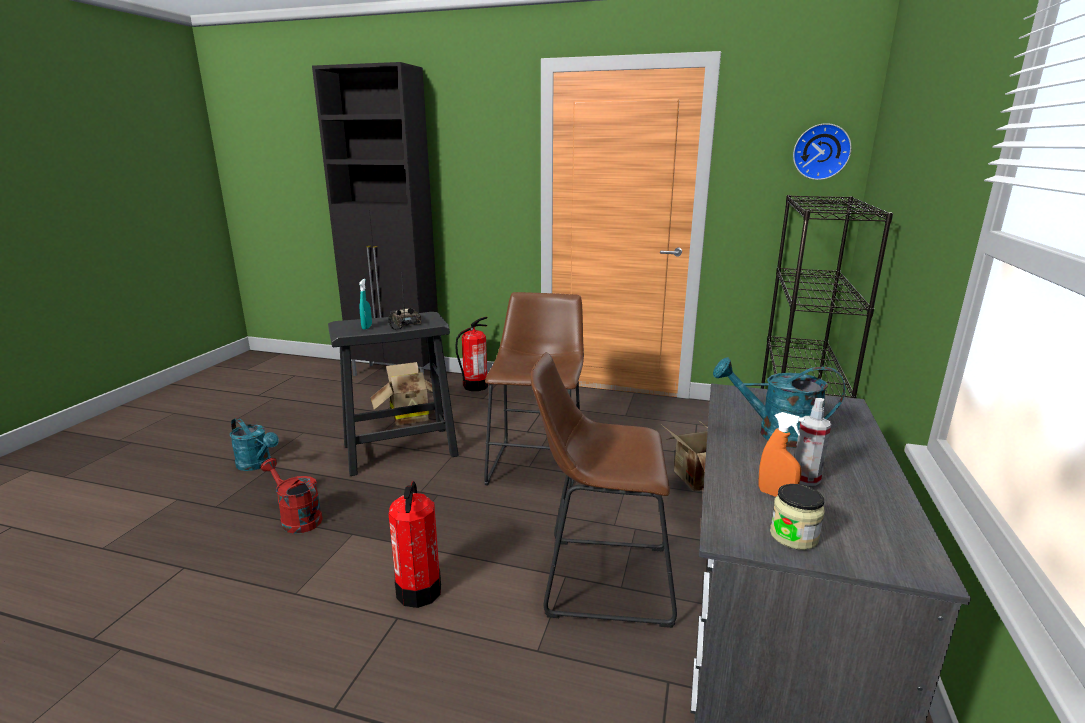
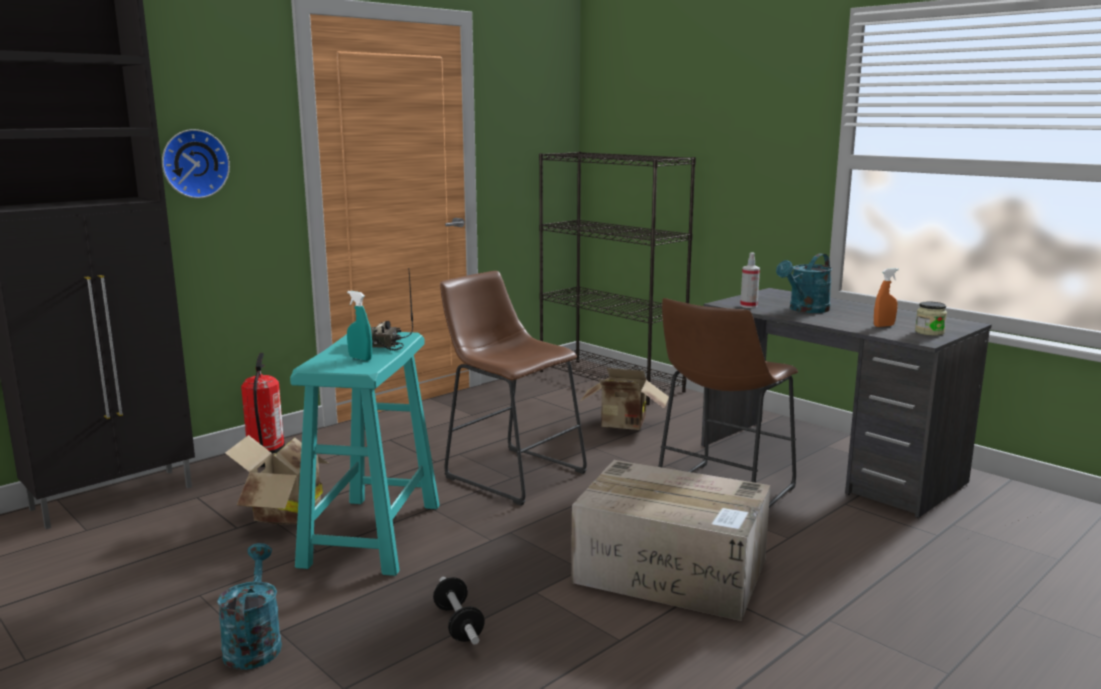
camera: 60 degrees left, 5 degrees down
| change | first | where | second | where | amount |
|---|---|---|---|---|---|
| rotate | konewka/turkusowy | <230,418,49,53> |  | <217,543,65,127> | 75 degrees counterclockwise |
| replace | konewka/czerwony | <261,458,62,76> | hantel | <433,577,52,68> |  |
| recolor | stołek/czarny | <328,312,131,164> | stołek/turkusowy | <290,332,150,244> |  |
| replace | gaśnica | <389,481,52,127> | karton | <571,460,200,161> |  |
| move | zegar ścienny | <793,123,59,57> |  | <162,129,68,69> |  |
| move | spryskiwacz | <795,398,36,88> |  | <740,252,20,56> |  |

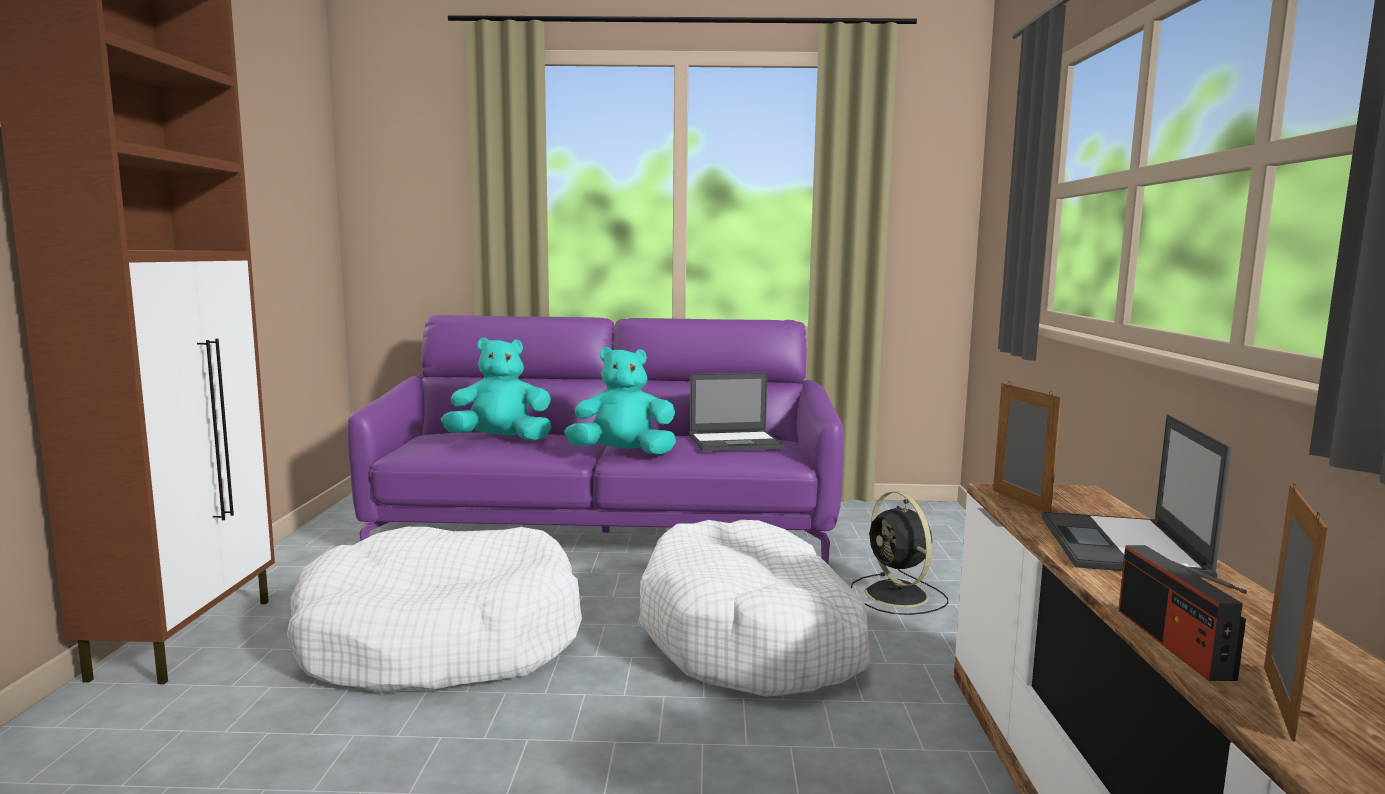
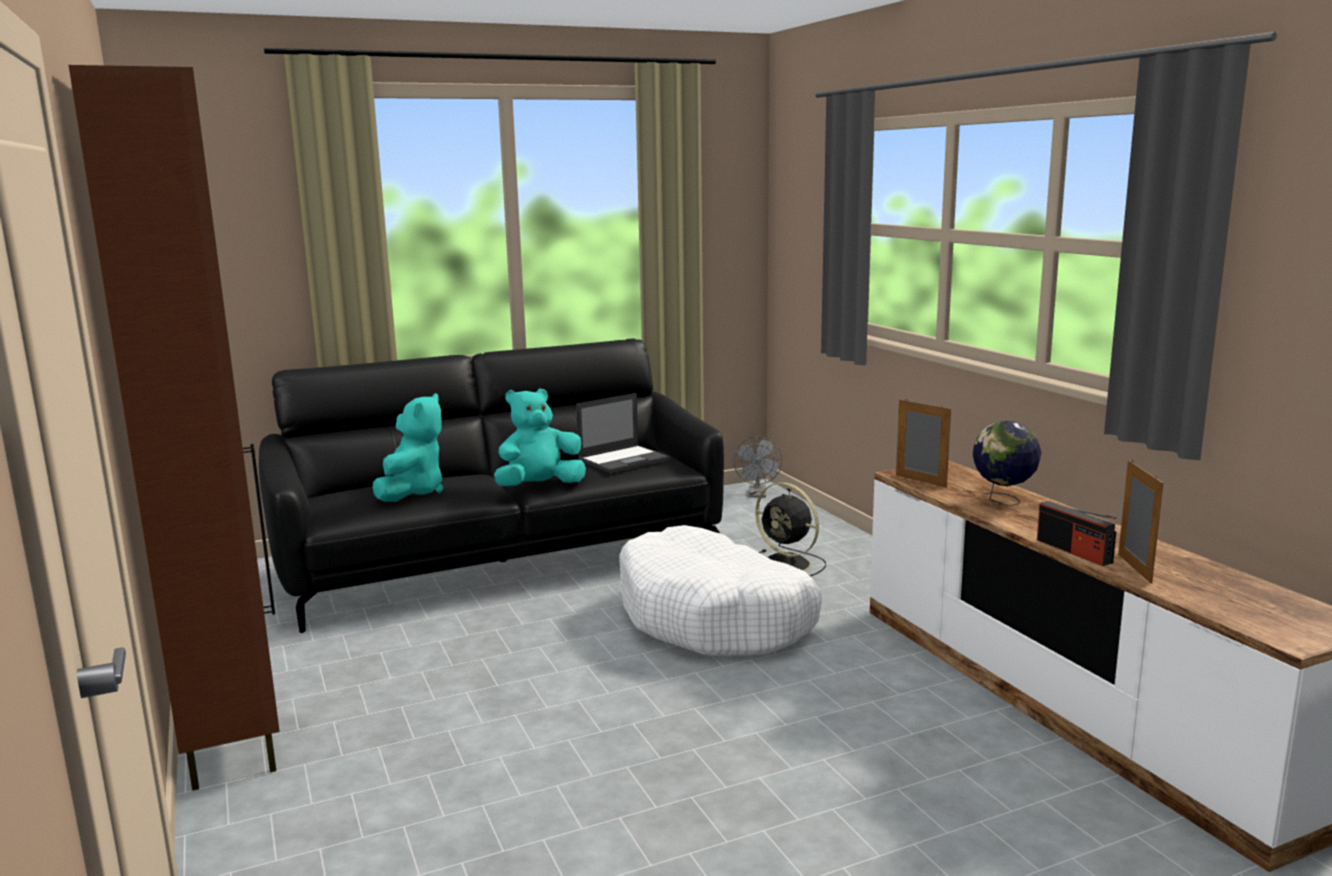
camera: 25 degrees left, 5 degrees up
| change | first | where | second | where | amount |
|---|---|---|---|---|---|
| delete | legowisko/biały | <287,527,295,166> |  |  |  |
| recolor | kanapa/fioletowy | <348,315,496,249> | kanapa/czarny | <259,338,465,295> |  |
| rotate | pluszak/turkusowy | <441,337,111,104> |  | <373,393,71,109> | 135 degrees clockwise |
| replace | laptop | <1042,414,190,164> | globus | <973,421,69,85> |  |
| insert |  |  | wentylator/szary | <733,436,49,61> |  |

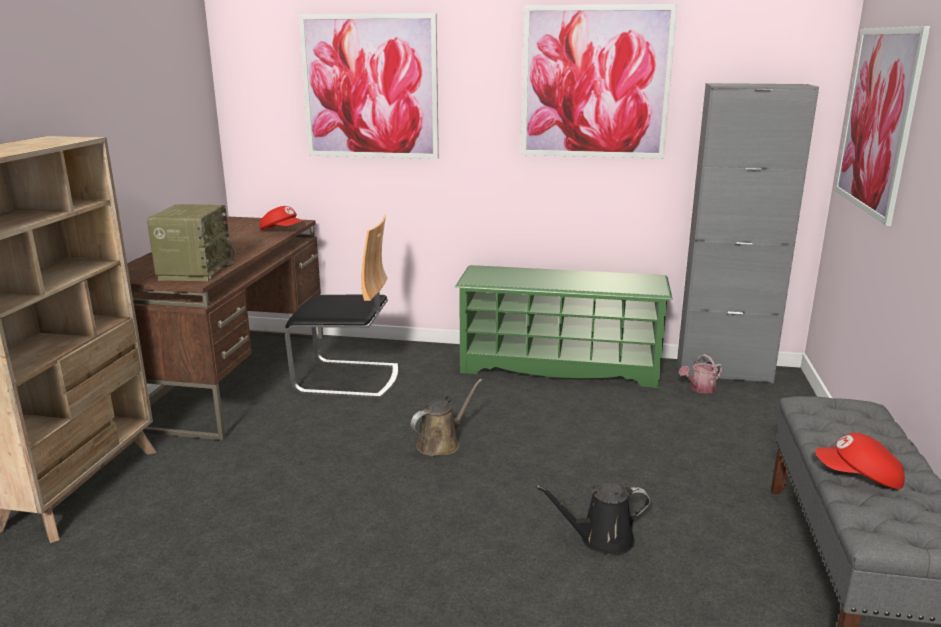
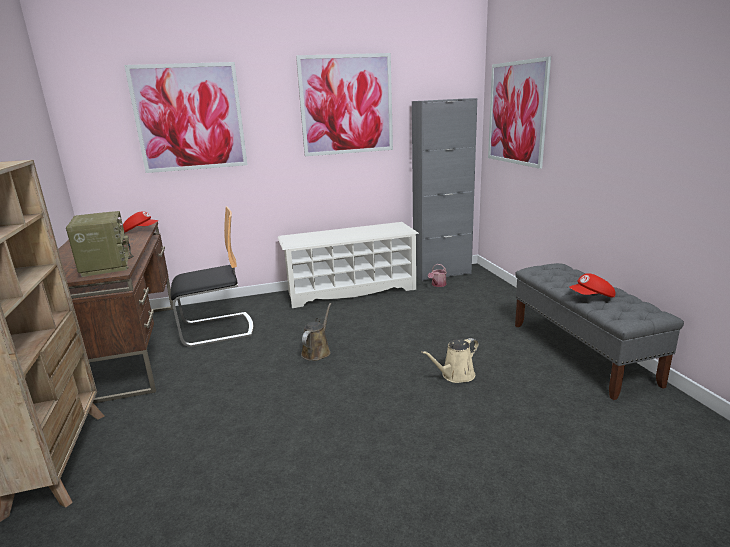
camera: 25 degrees left, 0 degrees up
| change | first | where | second | where | amount |
|---|---|---|---|---|---|
| recolor | regał na buty/zielony | <455,265,218,123> | regał na buty/biały | <277,222,142,86> |  |
| recolor | konewka/czarny | <536,483,114,72> | konewka/beżowy | <422,338,57,45> |  |

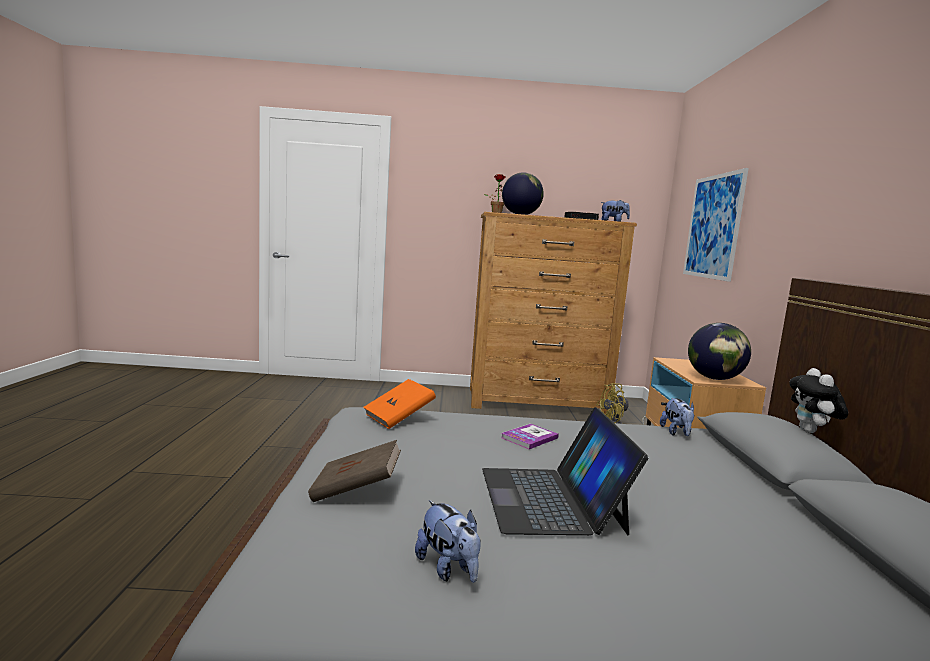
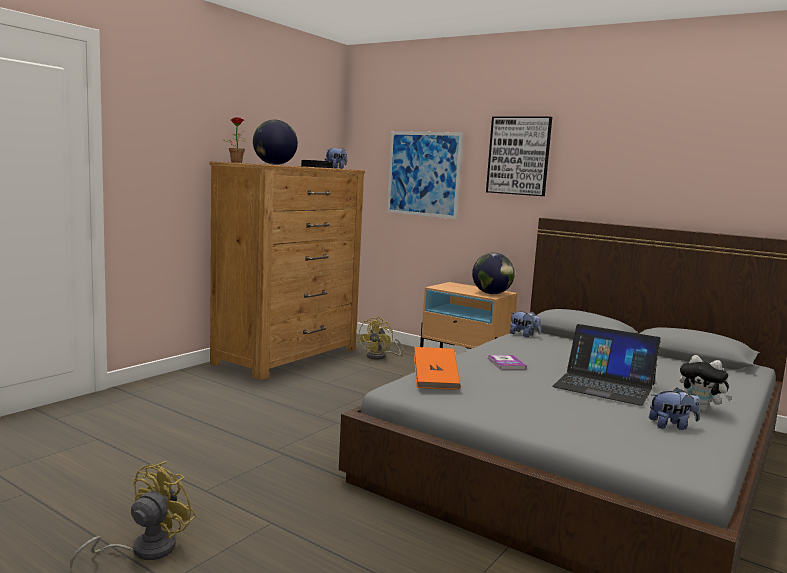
camera: 55 degrees left, 0 degrees up
| change | first | where | second | where | amount |
|---|---|---|---|---|---|
| delete | książka/brązowy | <308,440,93,62> |  |  |  |
| move | pluszak | <789,368,59,65> |  | <679,355,54,57> |  |
| insert |  |  | wentylator/żółty | <70,461,126,109> |  |
| insert |  |  | obraz | <486,117,66,79> |  |

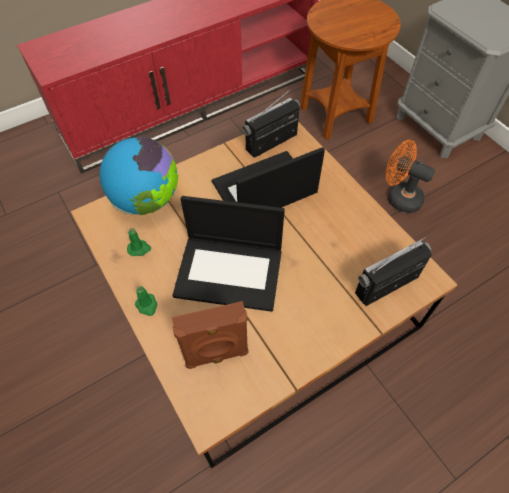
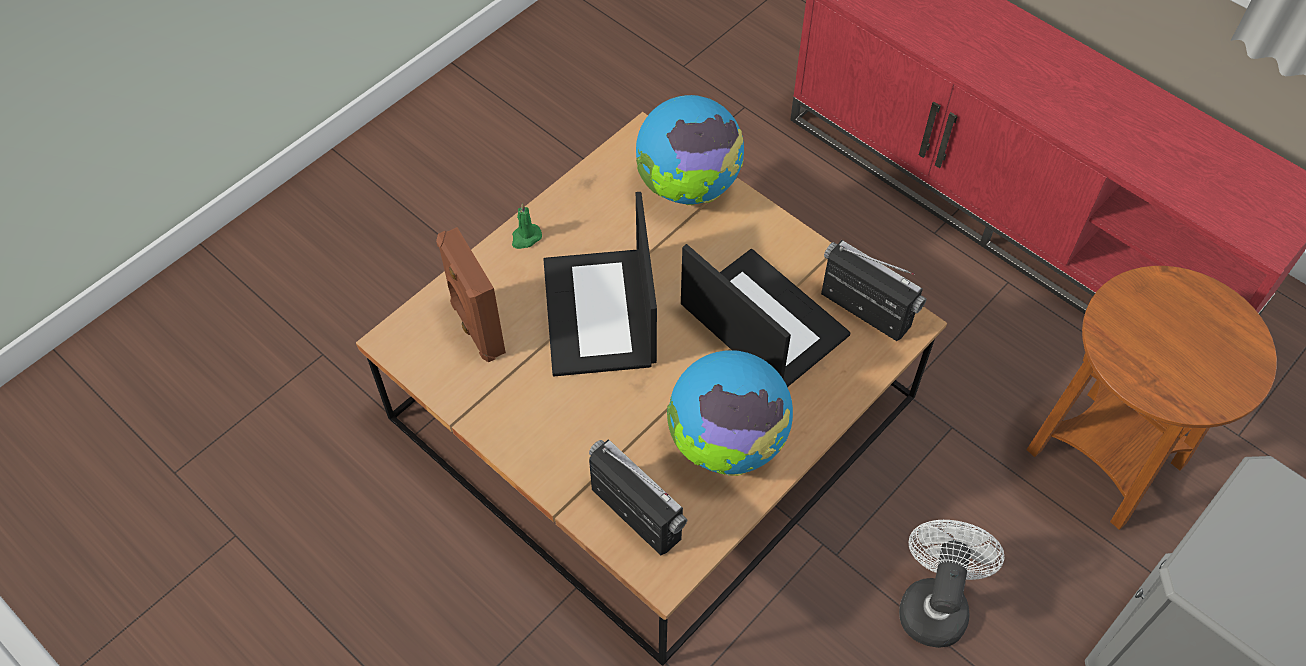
camera: 75 degrees right, 0 degrees up
| change | first | where | second | where | amount |
|---|---|---|---|---|---|
| delete | świeca/zielony | <127,227,24,29> |  |  |  |
| recolor | wentylator/pomarańczowy | <386,140,49,73> | wentylator/biały | <899,520,105,128> |  |
| insert |  |  | globus | <667,350,126,126> |  |

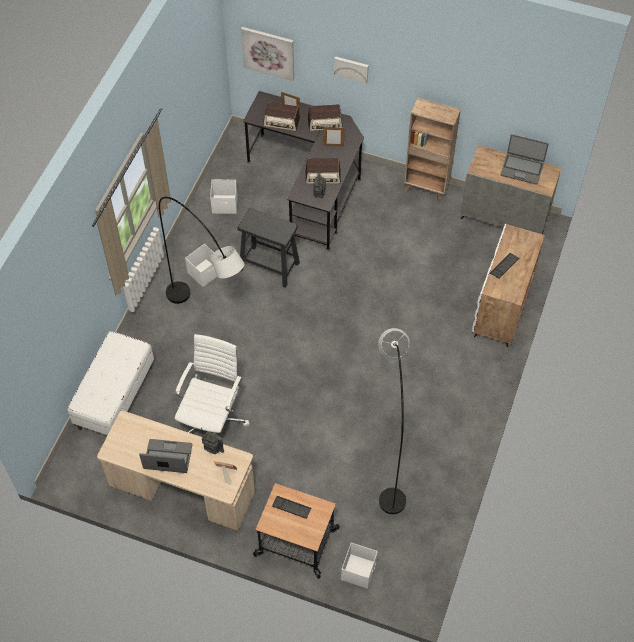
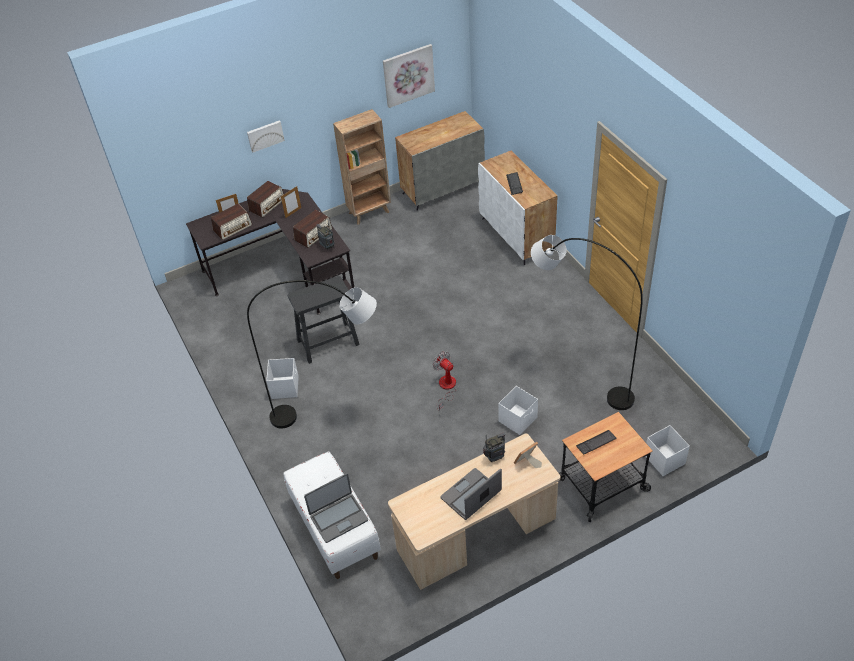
camera: 45 degrees left, 10 degrees down
| change | first | where | second | where | amount |
|---|---|---|---|---|---|
| delete | krzesło biurowe/biały | <175,334,75,100> |  |  |  |
| move | pojemnik do przechowywania/biały | <210,180,27,34> |  | <498,386,40,49> |  |
| move | obraz | <241,27,53,54> |  | <383,44,52,64> |  |
| move | laptop | <500,134,49,51> |  | <304,473,64,70> |  |
| insert |  |  | wentylator | <433,351,23,60> |  |

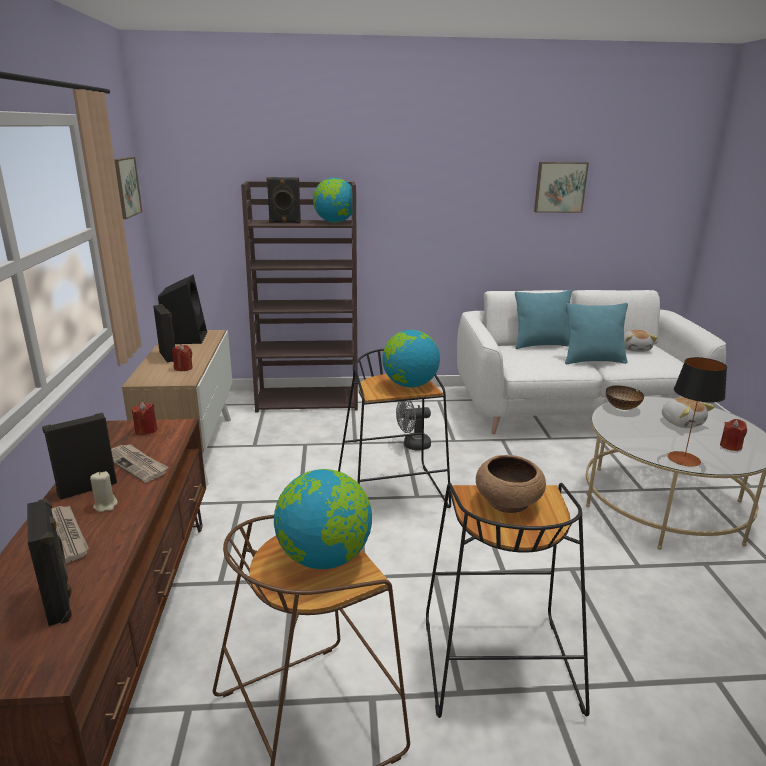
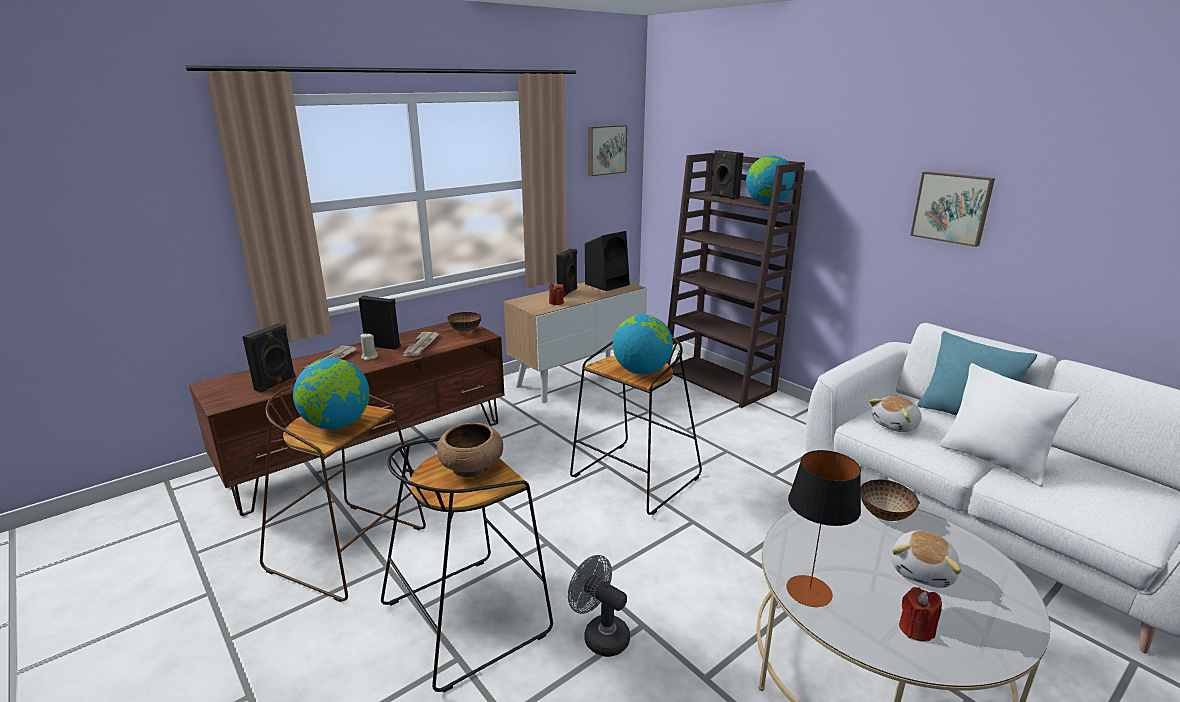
camera: 55 degrees right, 0 degrees up
| change | first | where | second | where | amount |
|---|---|---|---|---|---|
| replace | świeca/czerwony | <132,402,25,33> | miska | <447,312,34,20> |  |
| move | wentylator/szary | <396,400,35,51> |  | <568,555,62,102> |  |
| move | obraz | <534,162,55,51> |  | <910,171,85,76> |  |
| recolor | poduszka/turkusowy | <565,303,63,61> | poduszka/biały | <940,363,139,124> |  |
| move | pluszak | <624,330,33,22> |  | <869,396,53,36> |  |

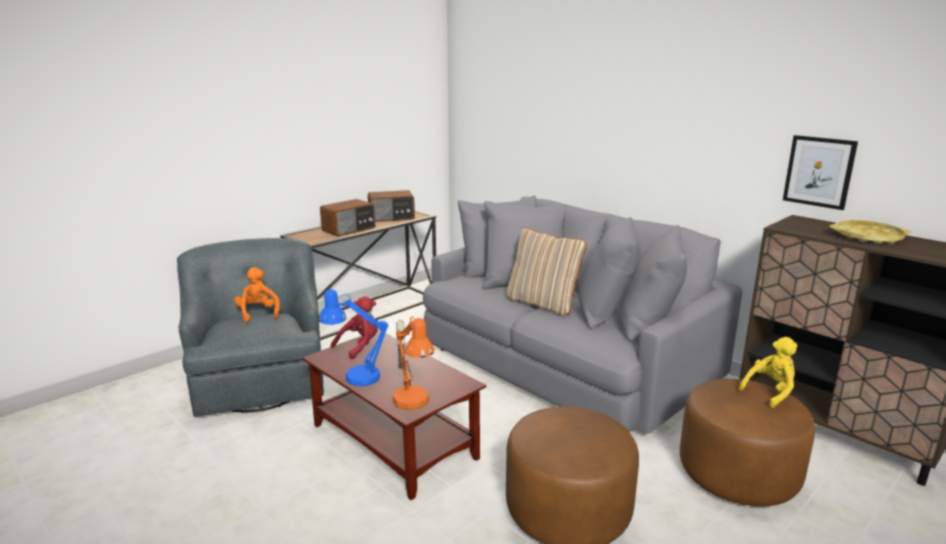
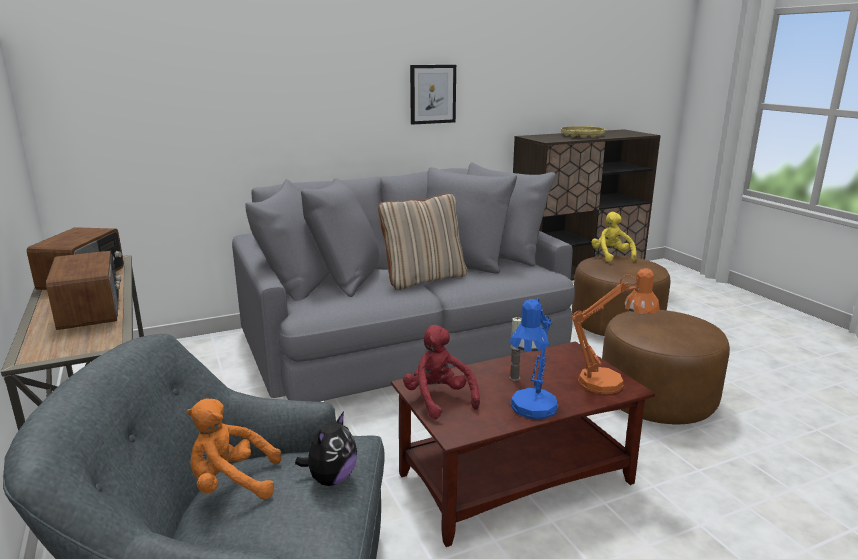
camera: 70 degrees left, 0 degrees up
| change | first | where | second | where | amount |
|---|---|---|---|---|---|
| move | obraz | <783,135,75,75> |  | <410,65,46,60> |  |
| insert |  |  | pluszak | <295,412,62,74> |  |

